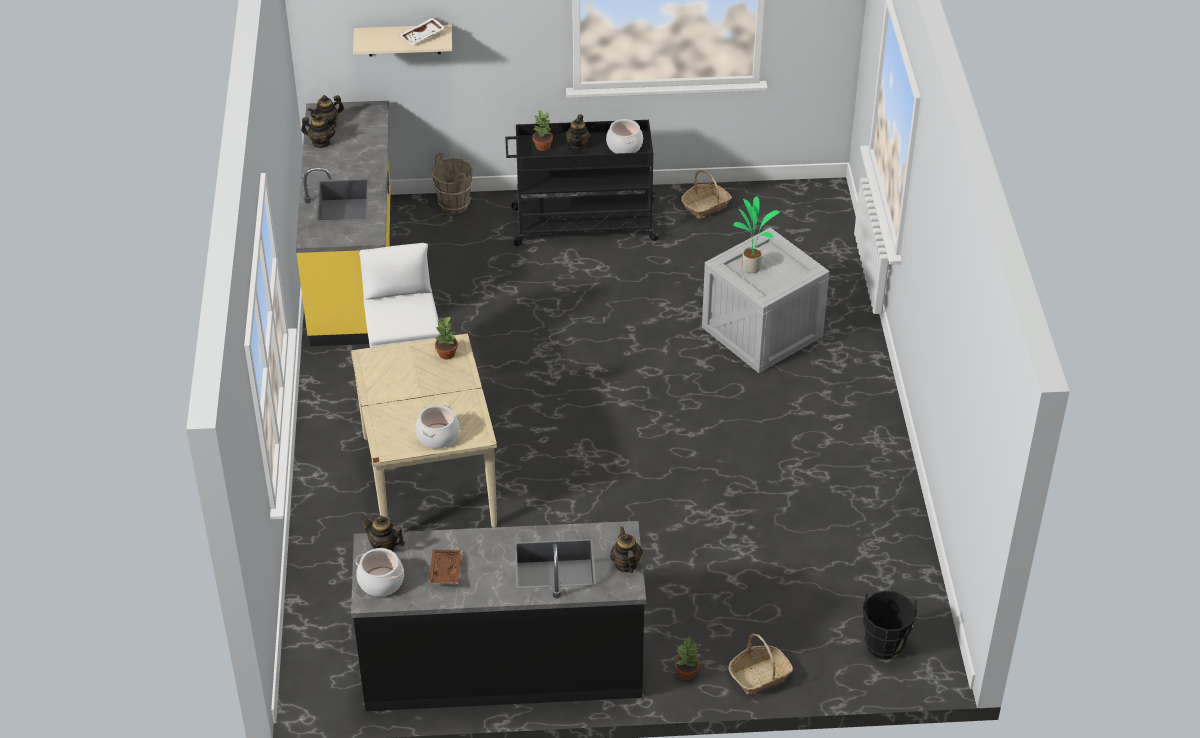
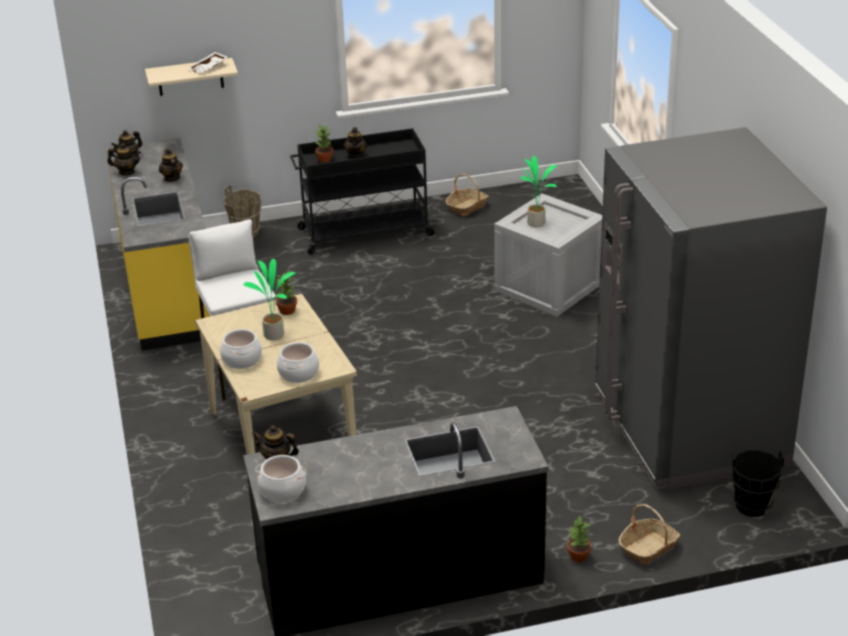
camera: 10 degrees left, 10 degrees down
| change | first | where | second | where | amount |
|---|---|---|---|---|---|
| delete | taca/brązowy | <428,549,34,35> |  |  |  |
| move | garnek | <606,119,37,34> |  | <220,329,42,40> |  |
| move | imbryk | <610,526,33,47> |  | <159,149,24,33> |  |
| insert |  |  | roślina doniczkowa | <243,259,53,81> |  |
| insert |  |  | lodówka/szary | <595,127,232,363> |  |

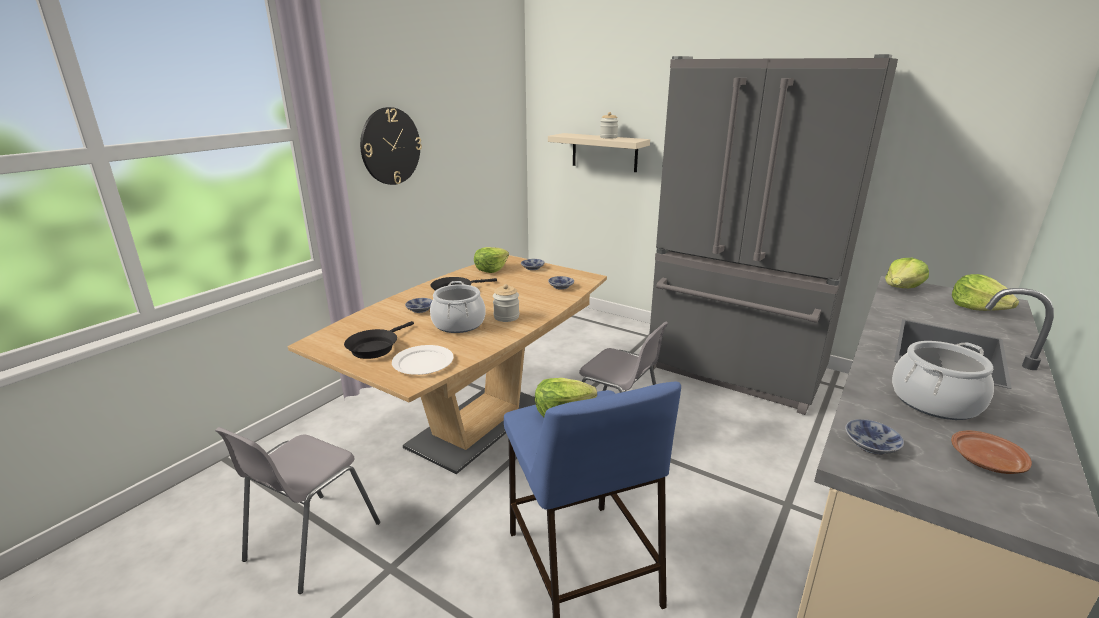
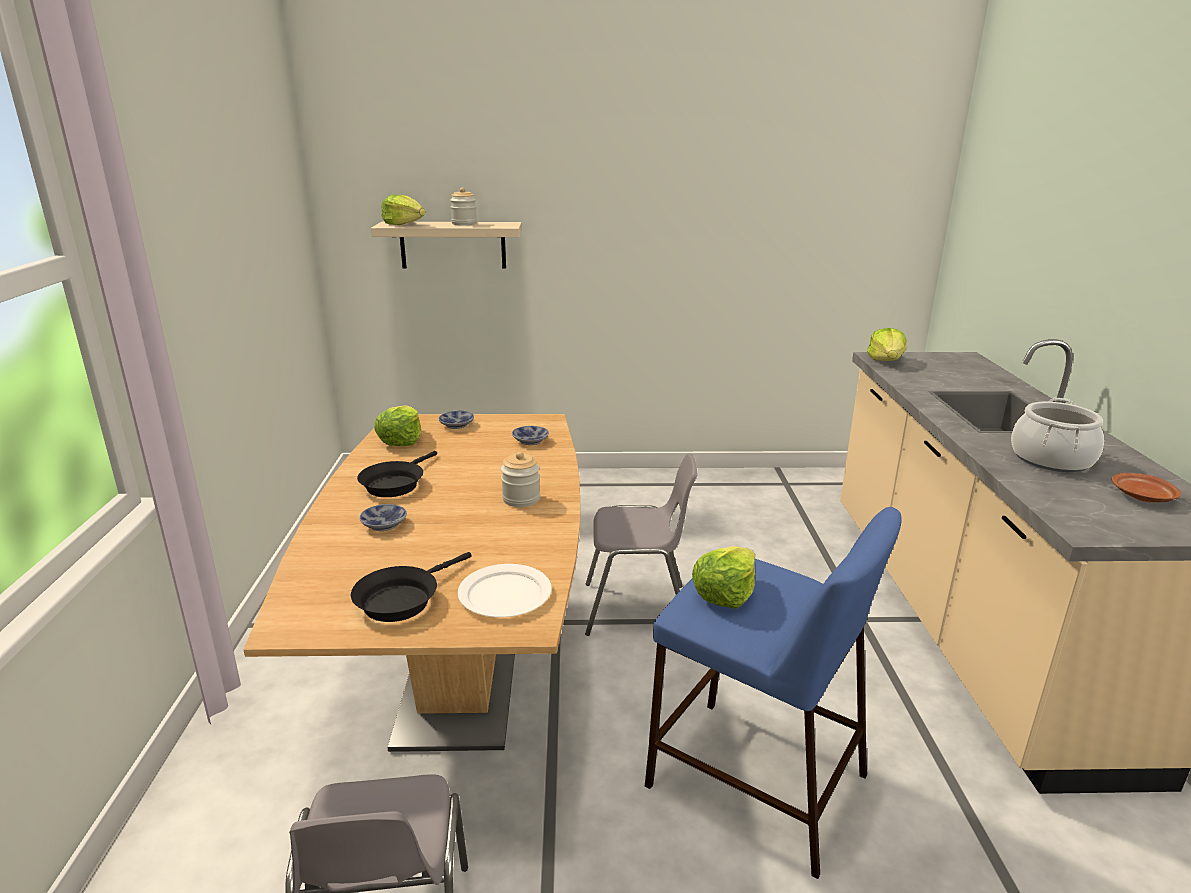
camera: 35 degrees left, 0 degrees up
| change | first | where | second | where | amount |
|---|---|---|---|---|---|
| rotate | patelnia/czarny | <344,321,70,38> |  | <351,552,121,70> | 45 degrees clockwise |
| delete | zegar ścienny | <360,107,62,78> |  |  |  |
| delete | garnek | <430,281,56,52> |  |  |  |
| delete | lodówka/szary | <649,54,249,361> |  |  |  |
| delete | miska | <845,419,59,36> |  |  |  |
| move | sałata | <952,274,67,37> |  | <381,195,44,30> |  |

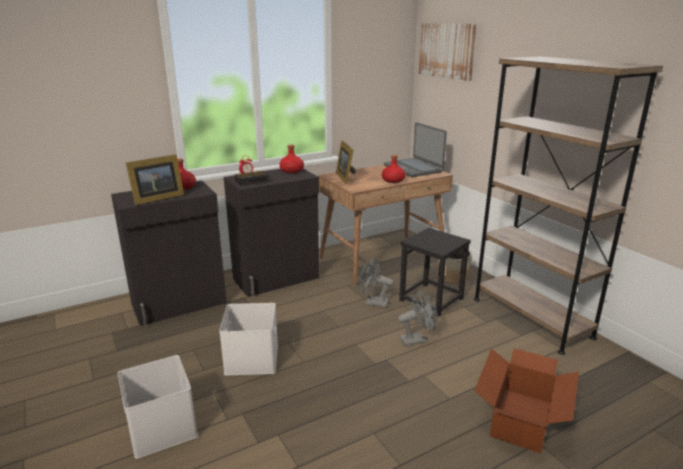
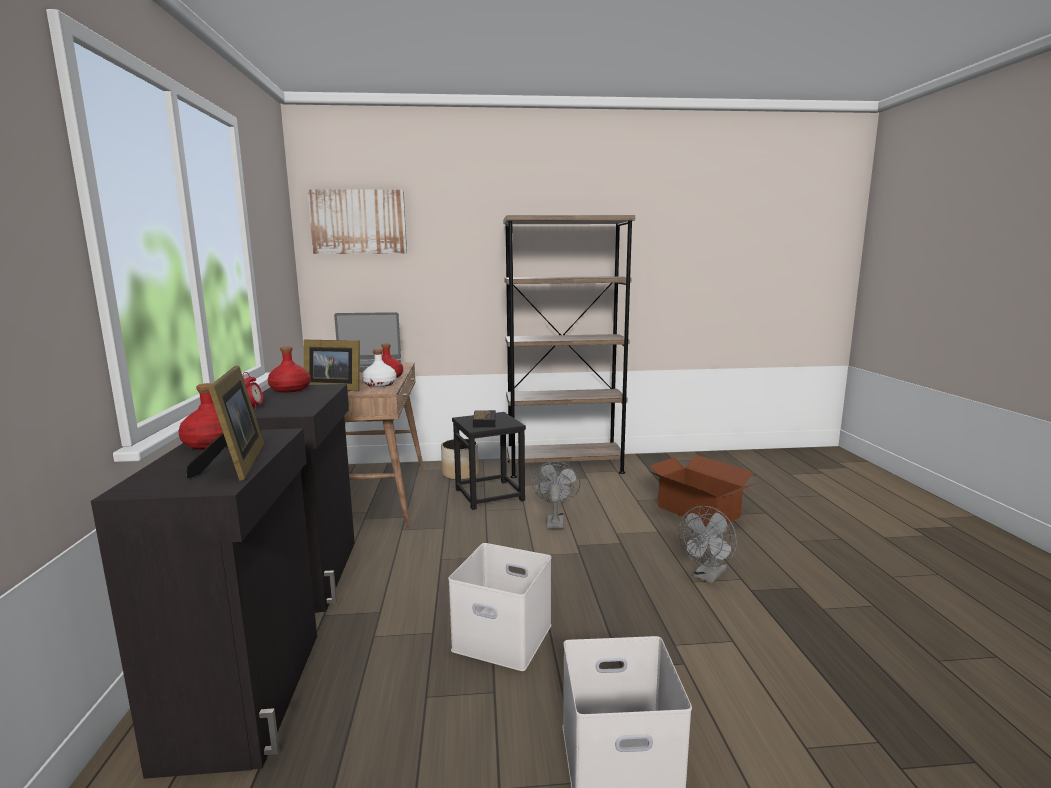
camera: 65 degrees left, 10 degrees down
| change | first | where | second | where | amount |
|---|---|---|---|---|---|
| move | budzik | <235,171,35,15> |  | <473,410,23,18> |  |
| move | wentylator/szary | <359,258,35,49> |  | <679,506,58,77> |  |
| insert |  |  | butelka/biały | <362,349,34,38> |  |

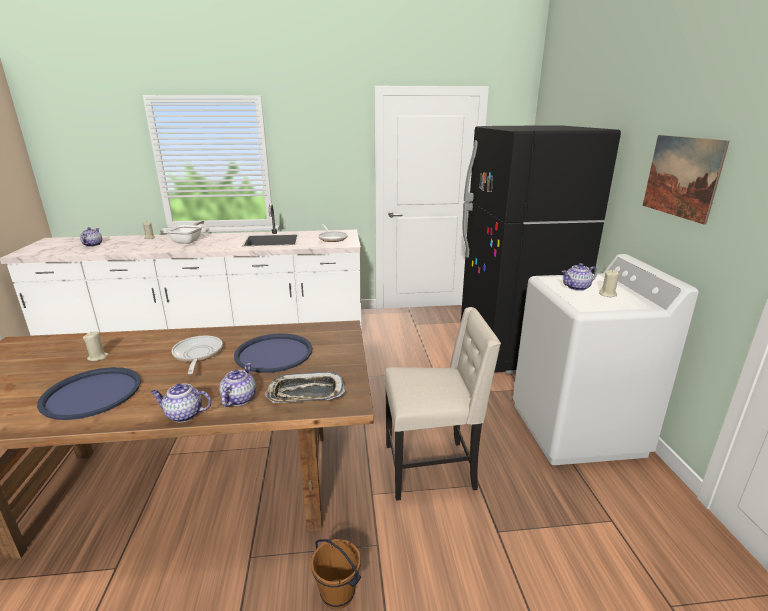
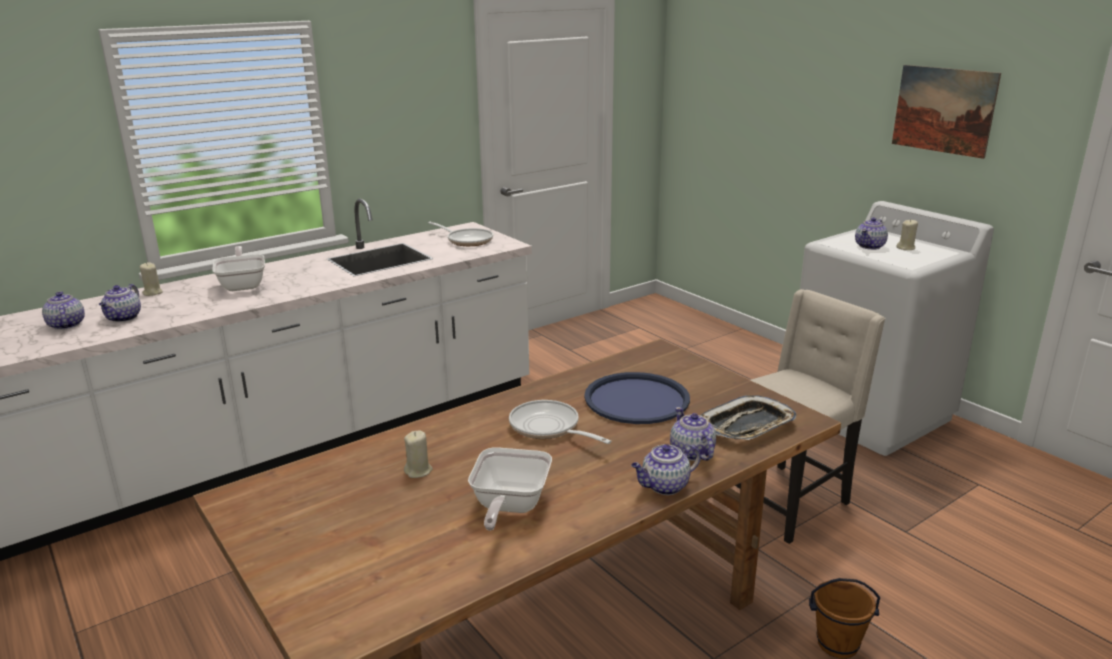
camera: 30 degrees left, 0 degrees up
| change | first | where | second | where | amount |
|---|---|---|---|---|---|
| replace | taca/niebieski | <37,367,104,53> | patelnia | <468,447,84,84> |  |
| delete | lodówka/czarny | <461,125,160,249> |  |  |  |
| insert |  |  | imbryk | <99,284,42,38> |  |

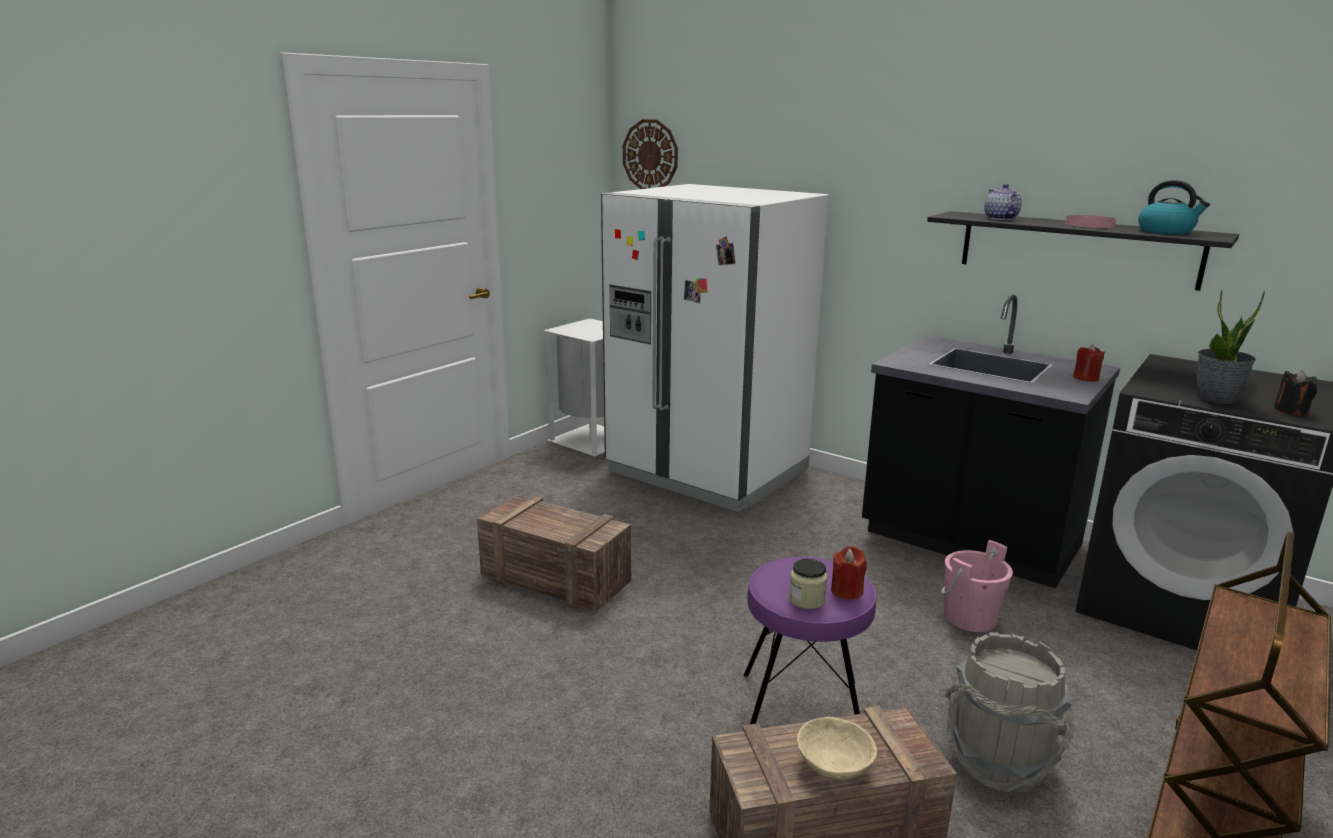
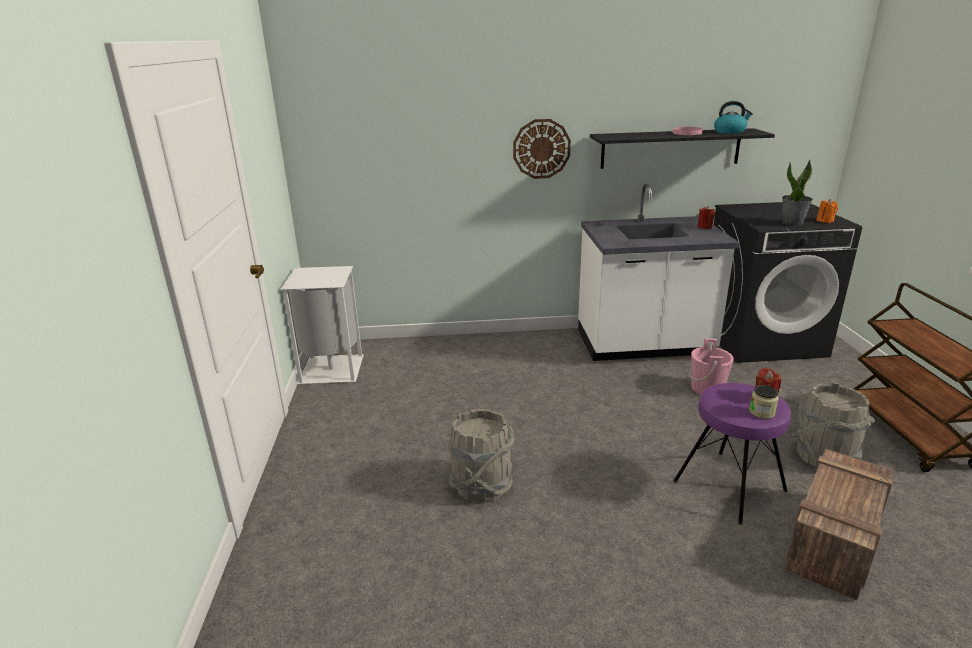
camera: 40 degrees left, 5 degrees up
| change | first | where | second | where | amount |
|---|---|---|---|---|---|
| replace | skrzynka | <477,495,154,117> | wiadro/szary | <446,409,69,93> |  |
| delete | lodówka/biały | <601,184,228,328> |  |  |  |
| move | zegar ścienny | <623,119,55,70> |  | <513,119,58,60> |  |
| delete | miska/beżowy | <797,717,80,64> |  |  |  |
| recolor | zabudowa kuchenna/czarny | <862,294,258,295> | zabudowa kuchenna/biały | <578,184,162,177> |  |
| delete | imbryk | <984,184,38,36> |  |  |  |
| recolor | świeca/czarny | <1274,370,43,45> | świeca/pomarańczowy | <817,199,21,24> |  |

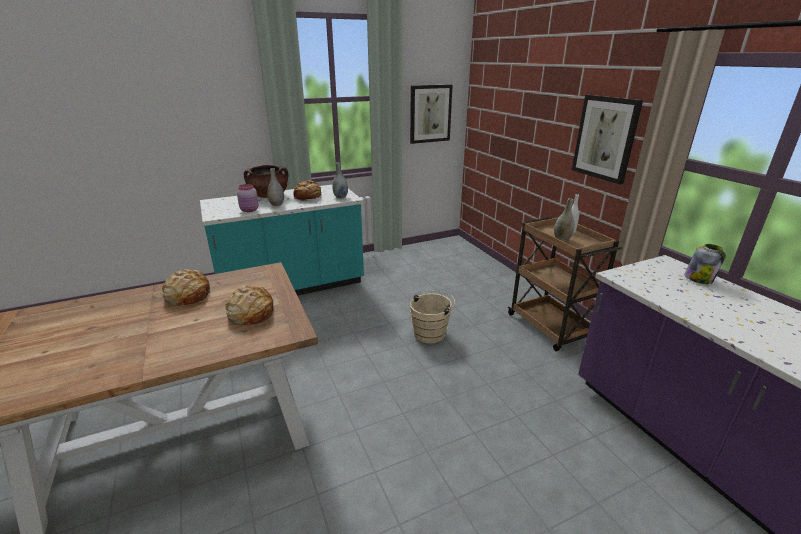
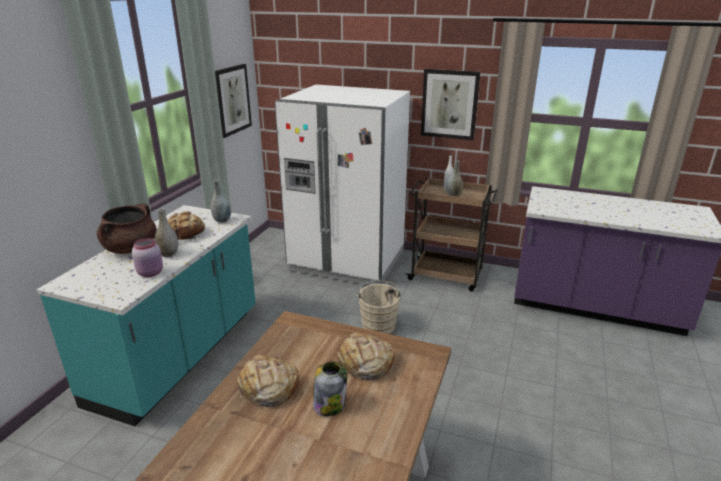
camera: 45 degrees left, 0 degrees up
| change | first | where | second | where | amount |
|---|---|---|---|---|---|
| move | słoik | <684,244,42,40> |  | <313,362,34,55> |  |
| insert |  |  | lodówka/biały | <275,85,135,200> |  |

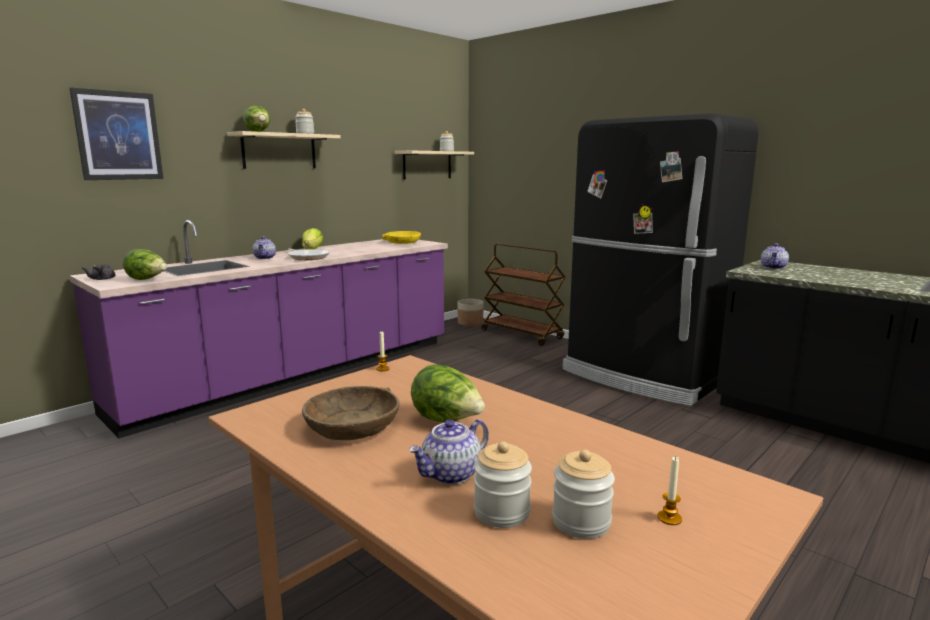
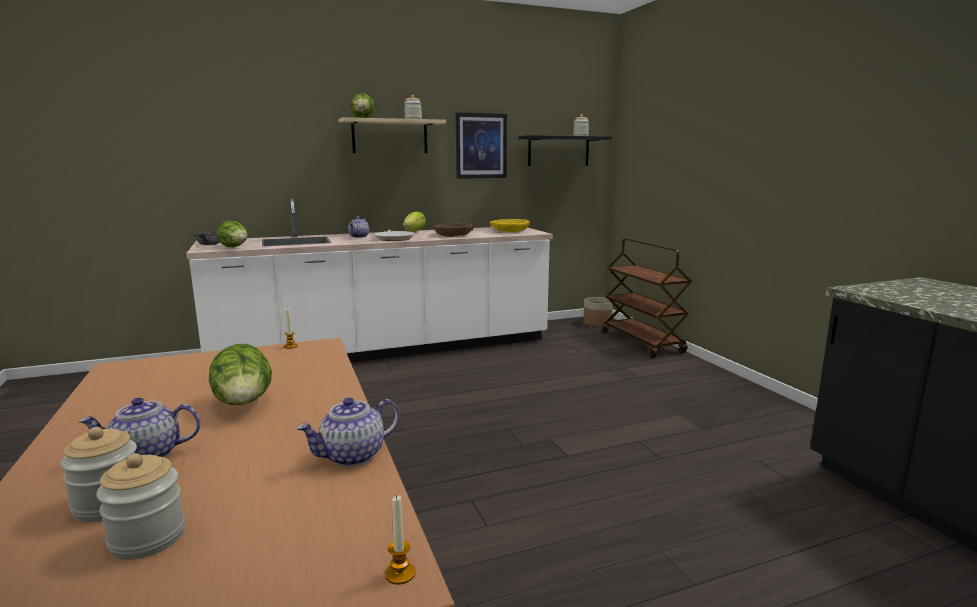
camera: 25 degrees right, 0 degrees up
| change | first | where | second | where | amount |
|---|---|---|---|---|---|
| move | obraz | <70,87,93,93> |  | <456,112,51,67> |  |
| recolor | zabudowa kuchenna/fioletowy | <70,220,378,218> | zabudowa kuchenna/biały | <186,198,367,165> |  |
| move | miska/brązowy | <302,386,98,54> |  | <434,223,40,14> |  |
| recolor | półka/beżowy | <395,151,79,28> | półka/czarny | <519,135,93,31> |  |
| delete | lodówka/czarny | <563,113,196,293> |  |  |  |
| move | świeca | <658,457,24,68> |  | <385,495,30,90> |  |
| move | imbryk | <761,243,28,26> |  | <296,398,104,68> |  |

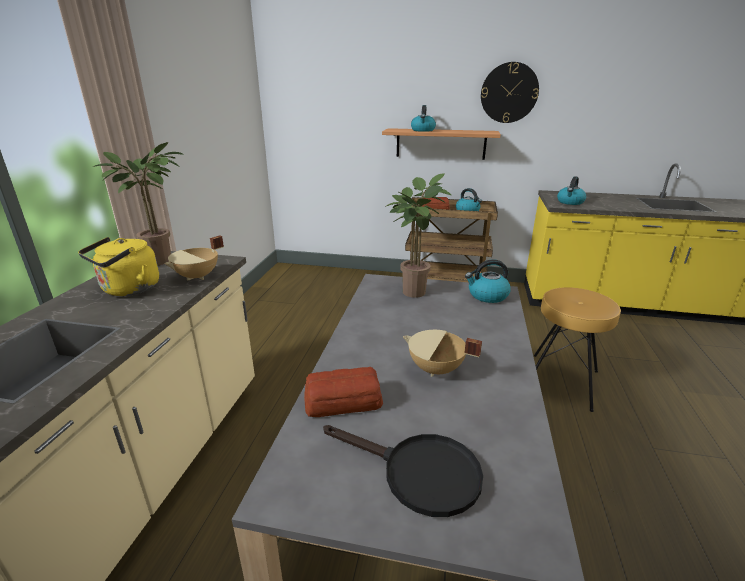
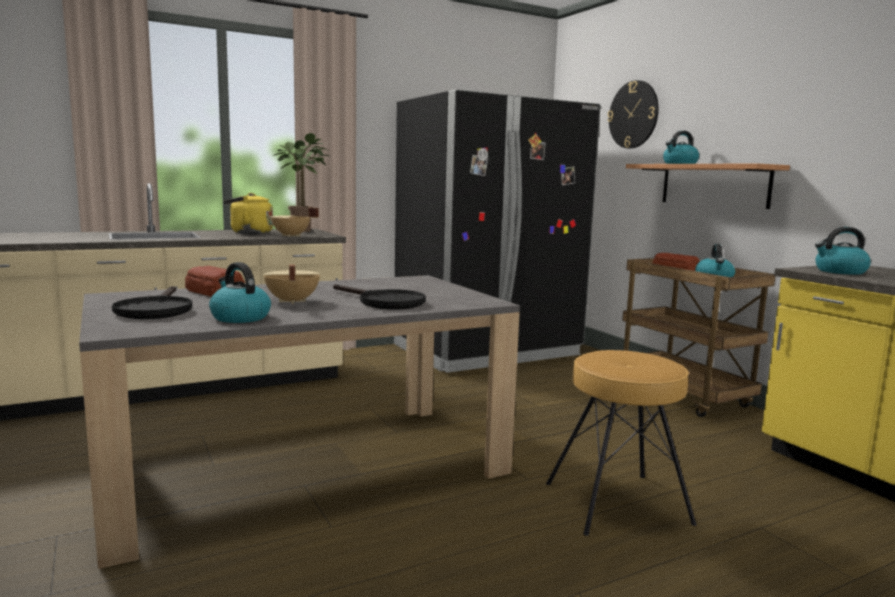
camera: 50 degrees right, 15 degrees down
| change | first | where | second | where | amount |
|---|---|---|---|---|---|
| delete | roślina doniczkowa | <385,173,66,125> |  |  |  |
| move | czajnik | <465,259,46,44> |  | <209,262,62,61> |  |
| move | zegar ścienny | <481,62,58,61> |  | <607,80,52,69> |  |
| insert |  |  | patelnia/czarny | <333,284,93,26> |  |
| insert |  |  | lodówka/czarny | <394,89,207,284> |  |

